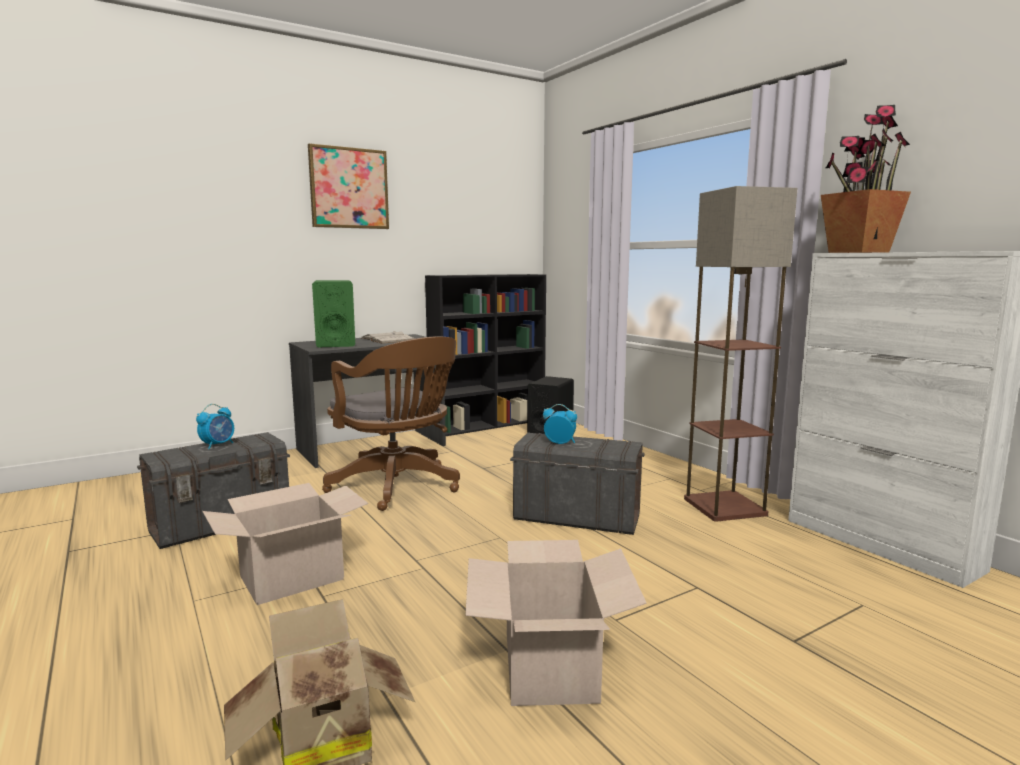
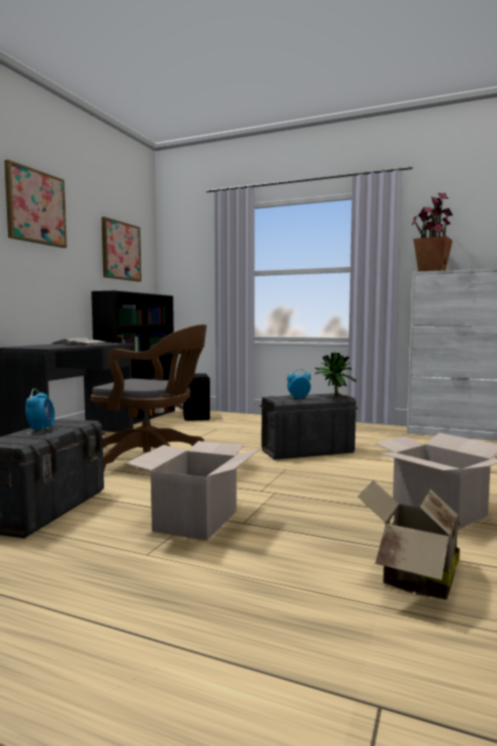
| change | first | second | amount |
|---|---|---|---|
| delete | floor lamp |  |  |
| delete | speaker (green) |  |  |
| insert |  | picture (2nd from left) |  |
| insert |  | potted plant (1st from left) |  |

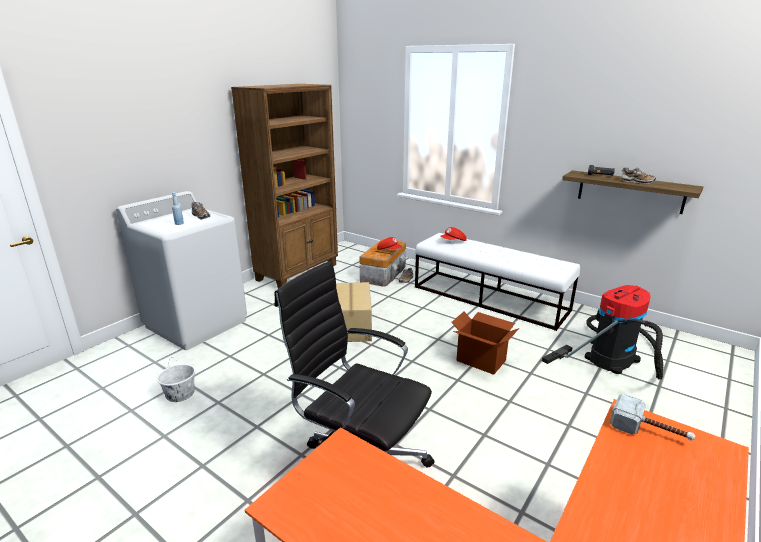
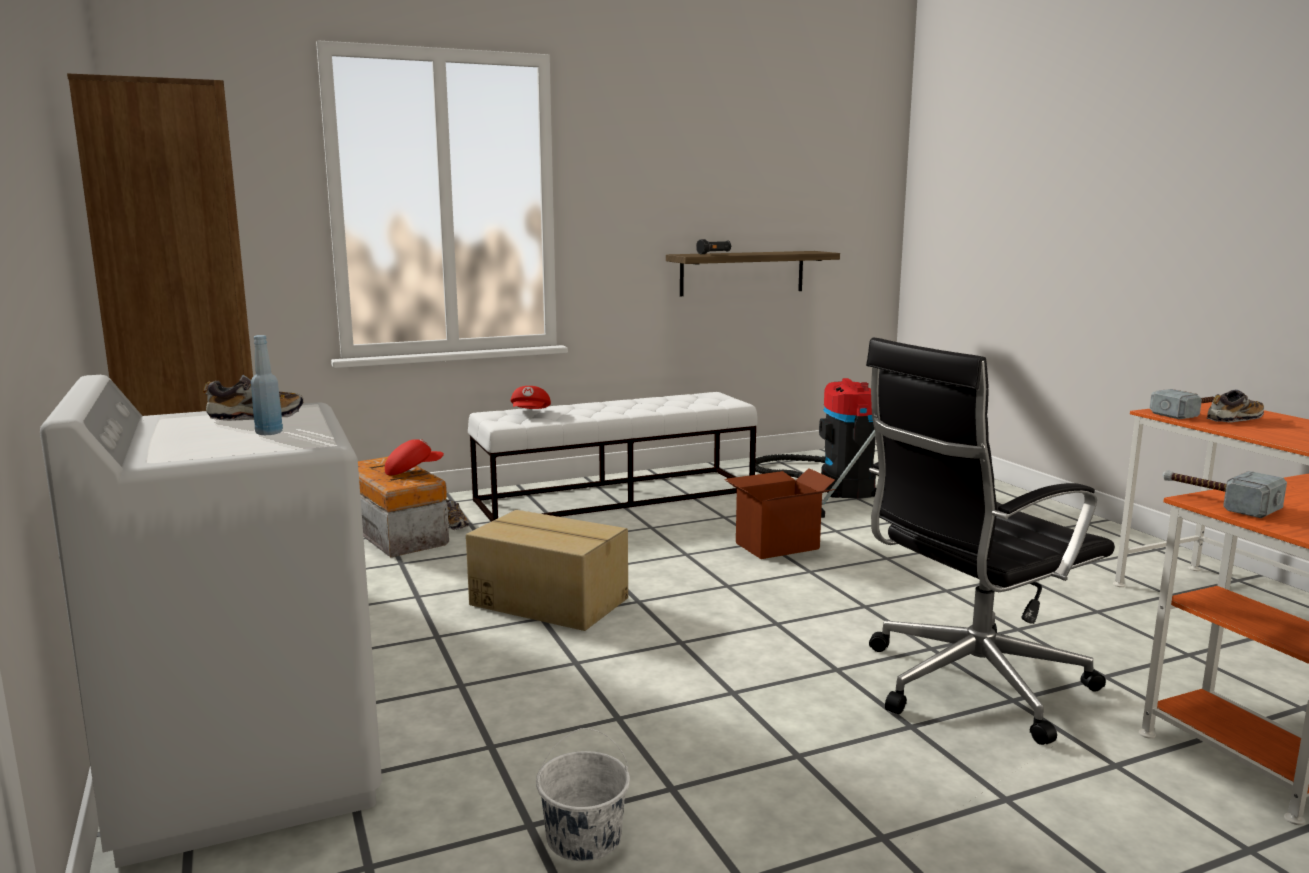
| change | first | second | amount |
|---|---|---|---|
| move | shoe (3rd from left) |  |  |
| insert |  | hammer (2nd from left) |  |

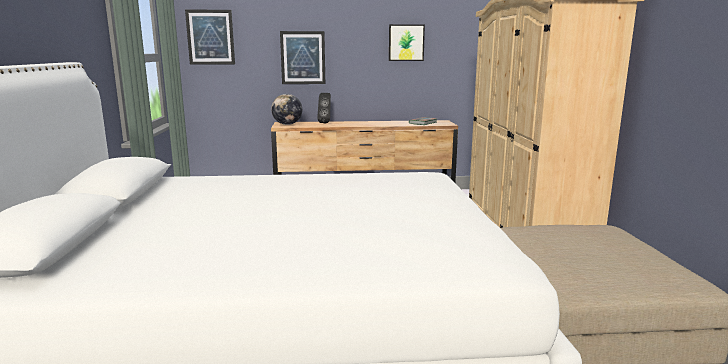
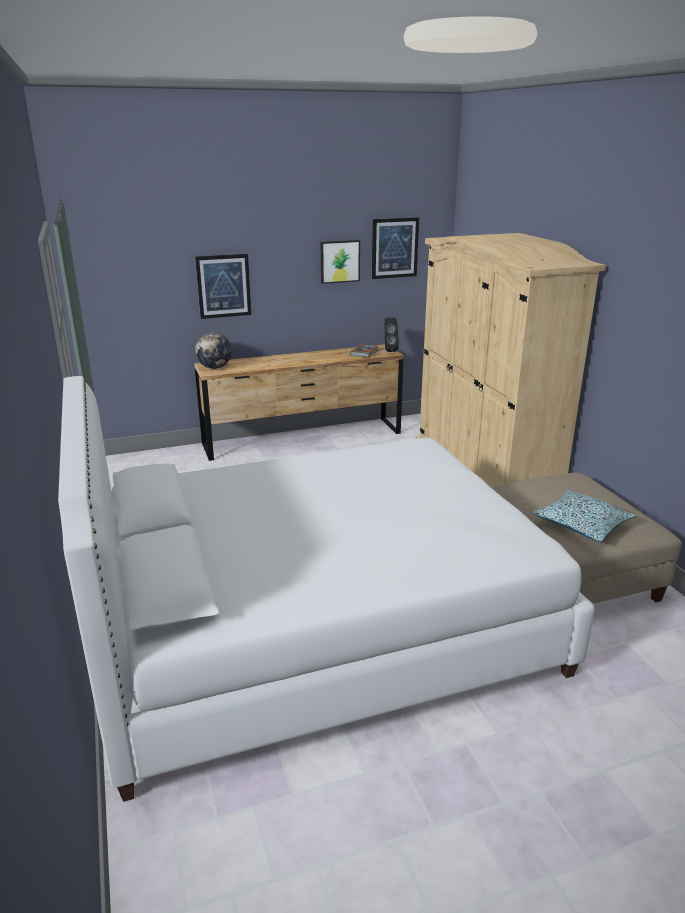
| change | first | second | amount |
|---|---|---|---|
| move | picture (1st from left in the first image) | picture (3rd from left) |  |
| move | speaker (black) |  |  |
| insert |  | pillow |  |

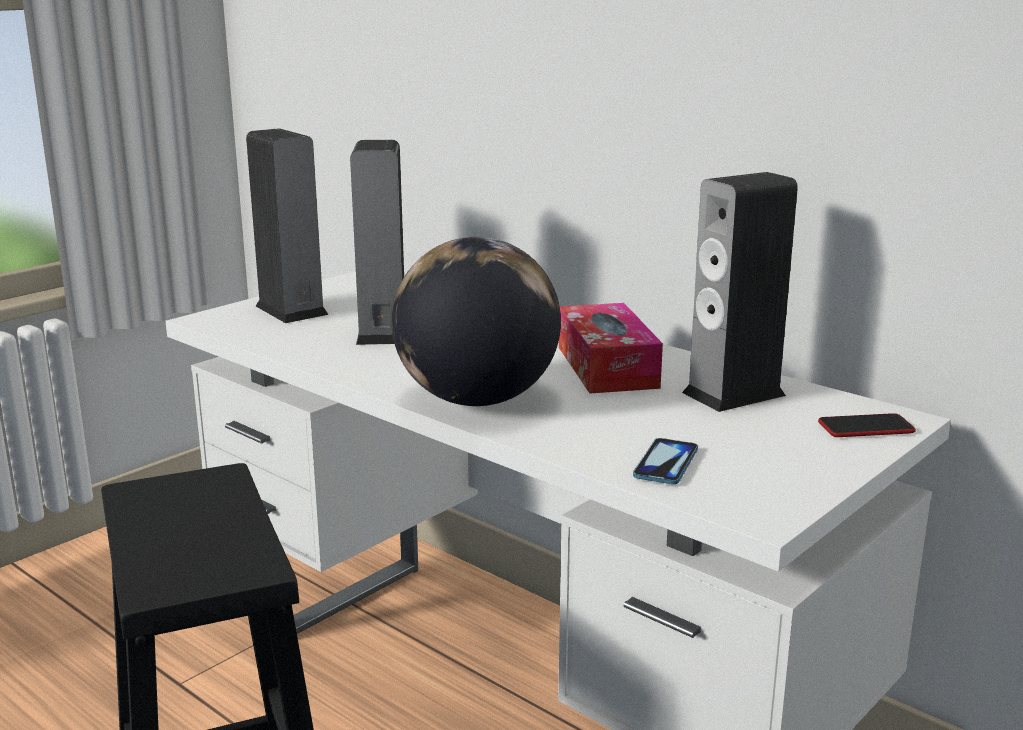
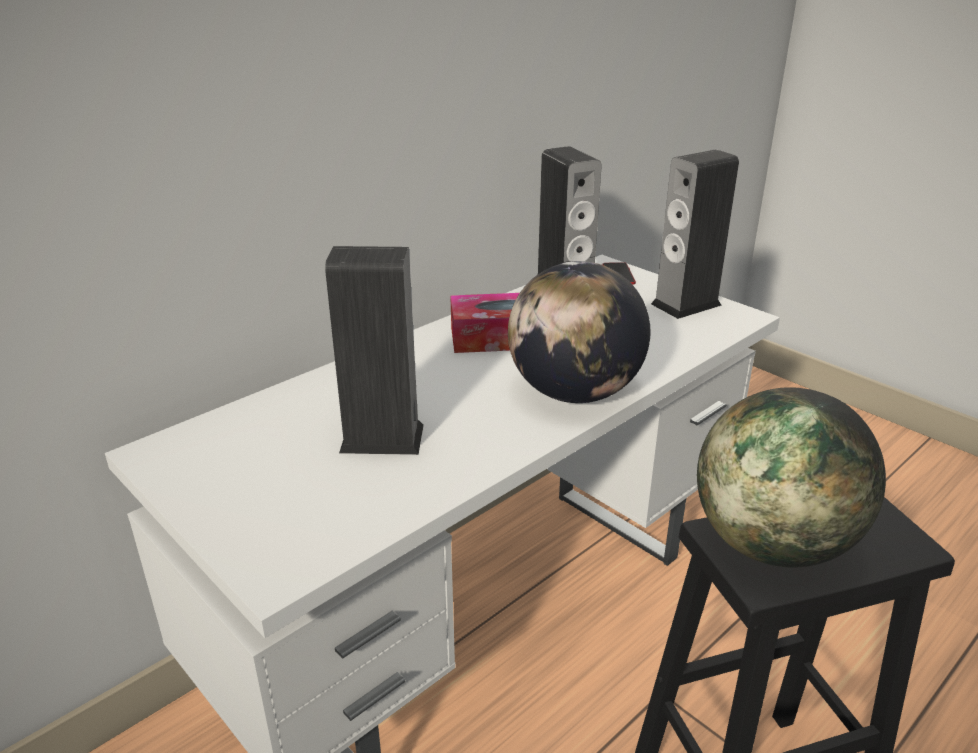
| change | first | second | amount |
|---|---|---|---|
| move | speaker (1st from left in the first image) | speaker (3rd from left) |  |
| delete | phone (1st from left) |  |  |
| insert |  | globe (2nd from left) |  |

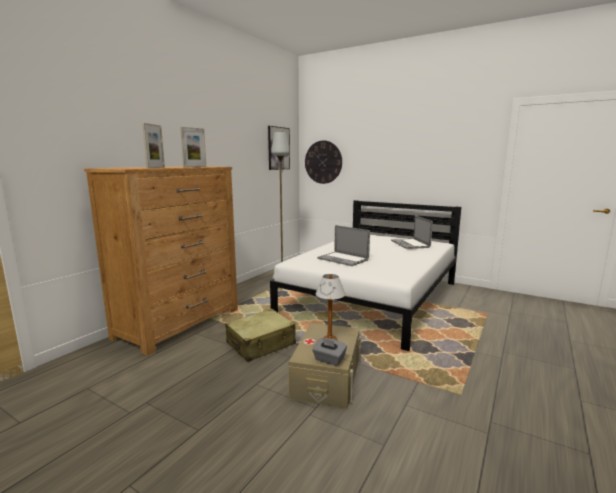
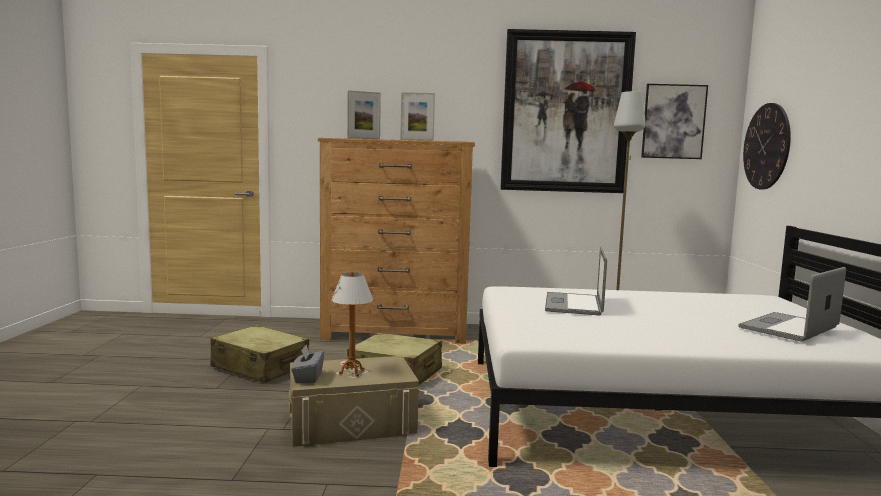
| change | first | second | amount |
|---|---|---|---|
| insert |  | picture (1st from left) |  |
| insert |  | suitcase (beige) (1st from left) |  |

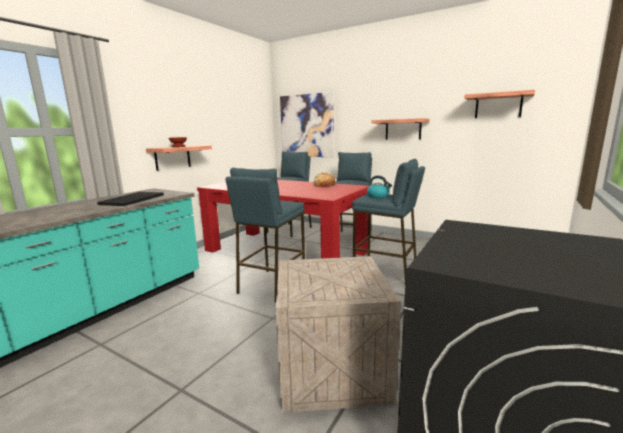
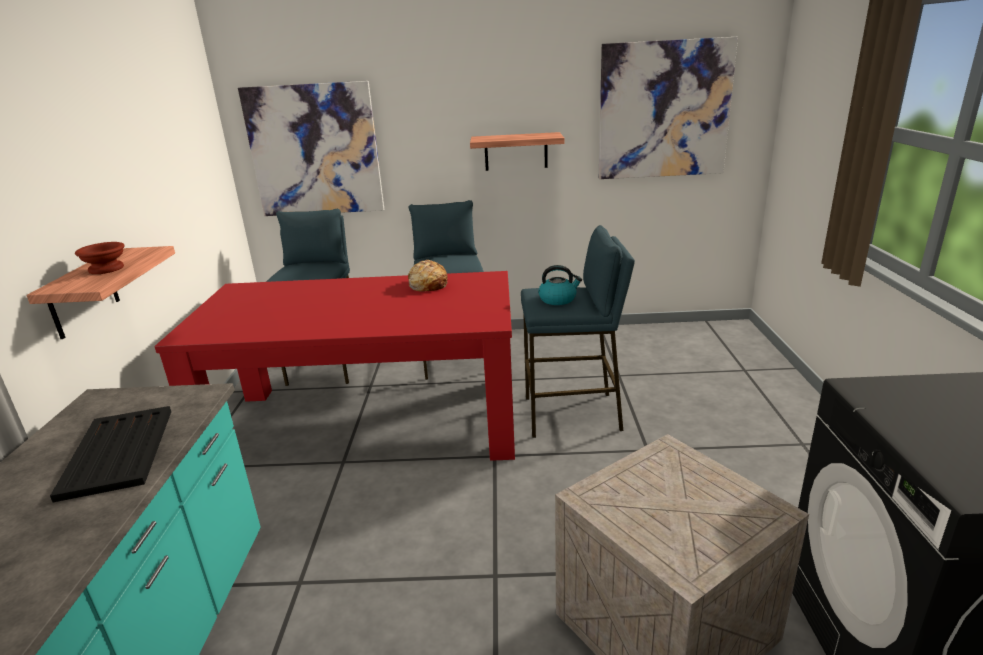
| change | first | second | amount |
|---|---|---|---|
| replace | shelf (3rd from left) | picture (2nd from left) |  |
| delete | stool (blue) (1st from left) |  |  |

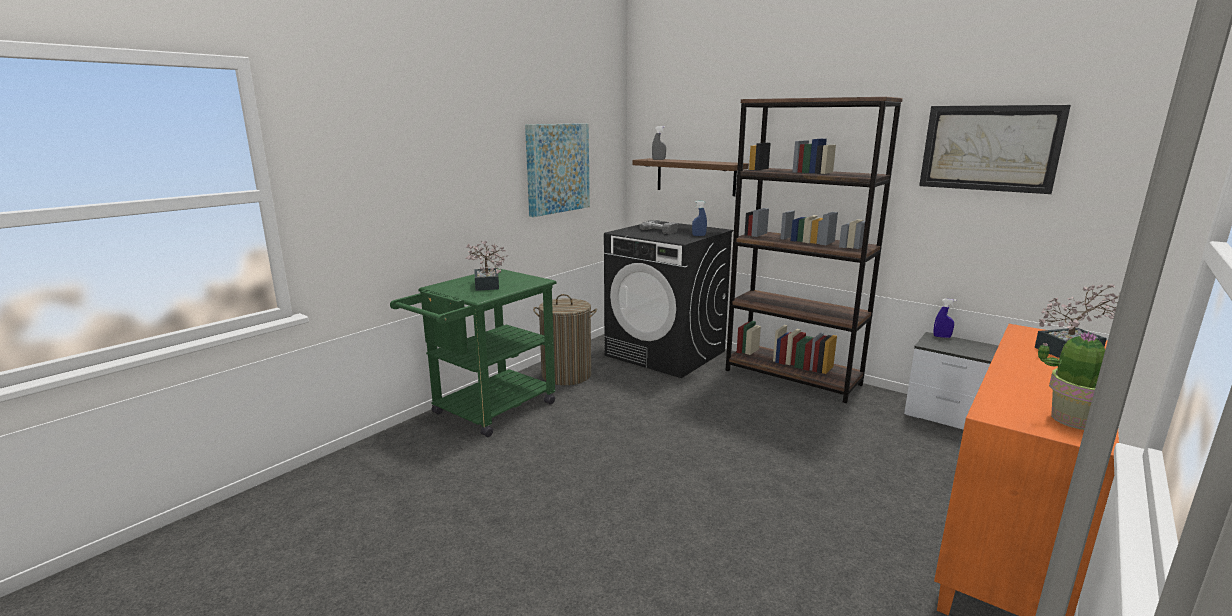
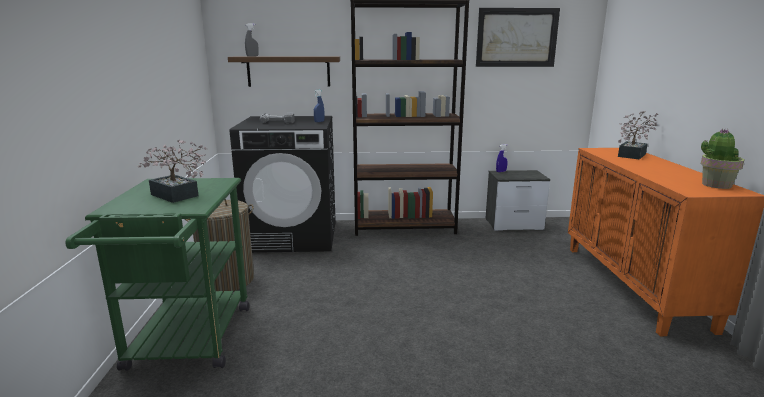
| change | first | second | amount |
|---|---|---|---|
| delete | picture (1st from left) |  |  |

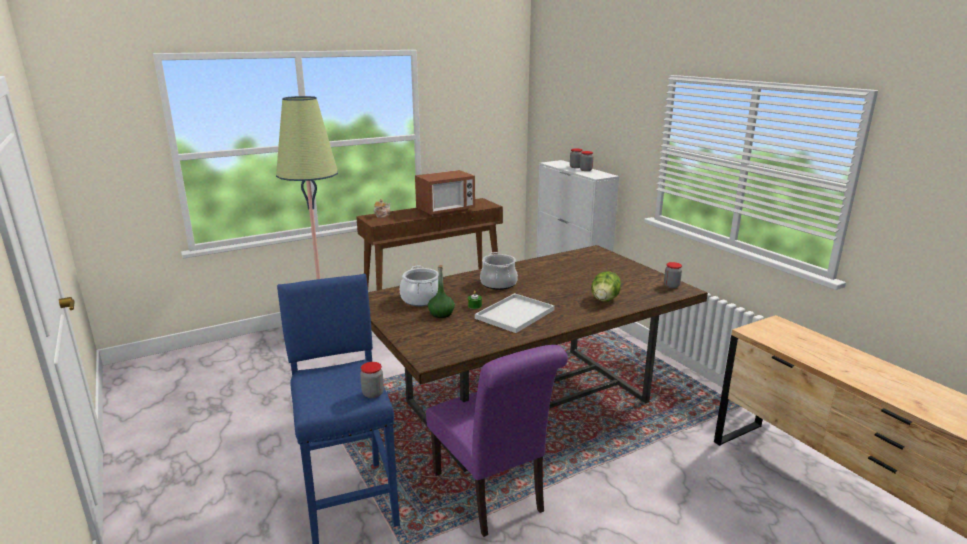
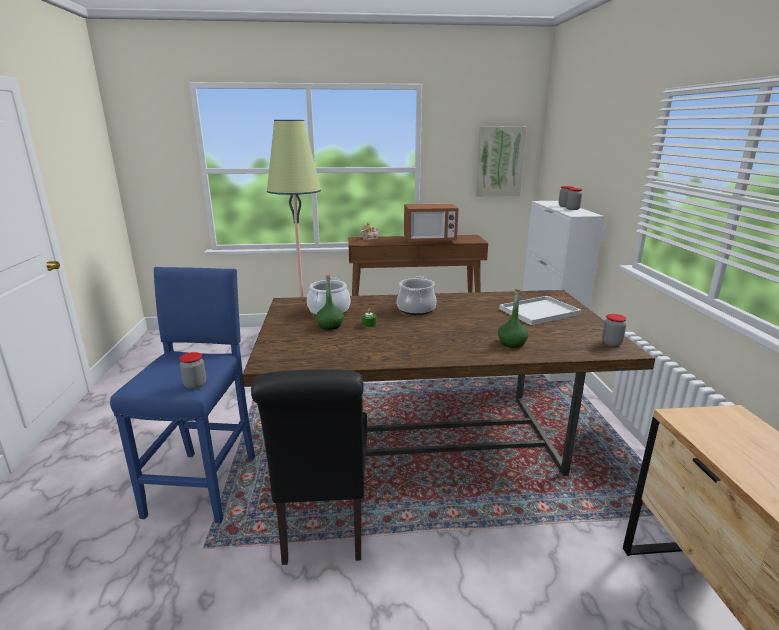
| change | first | second | amount |
|---|---|---|---|
| replace | lettuce | bottle (green) (2nd from left) |  |
| move | tray (white) |  |  |
| recolor | chair (purple) | chair (black) |  |
| insert |  | picture |  |

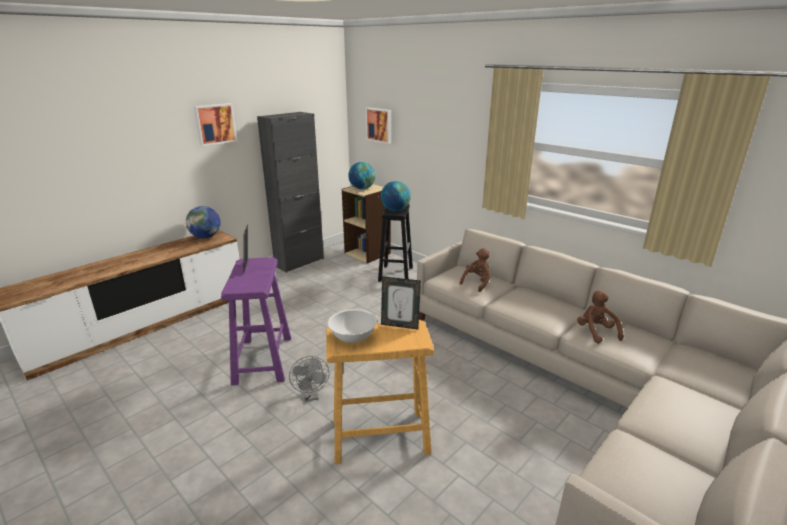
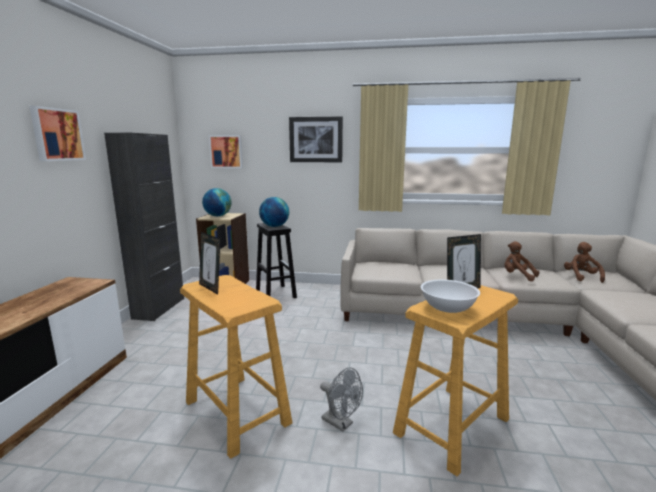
| change | first | second | amount |
|---|---|---|---|
| delete | globe (1st from left) |  |  |
| move | plush toy (brown) (1st from left in the first image) | plush toy (brown) (2nd from left) |  |
| recolor | stool (purple) | stool (beige) (1st from left) |  |
| insert |  | picture (3rd from left) |  |

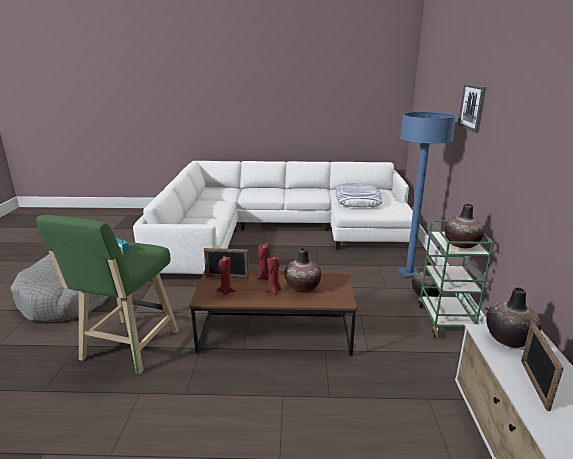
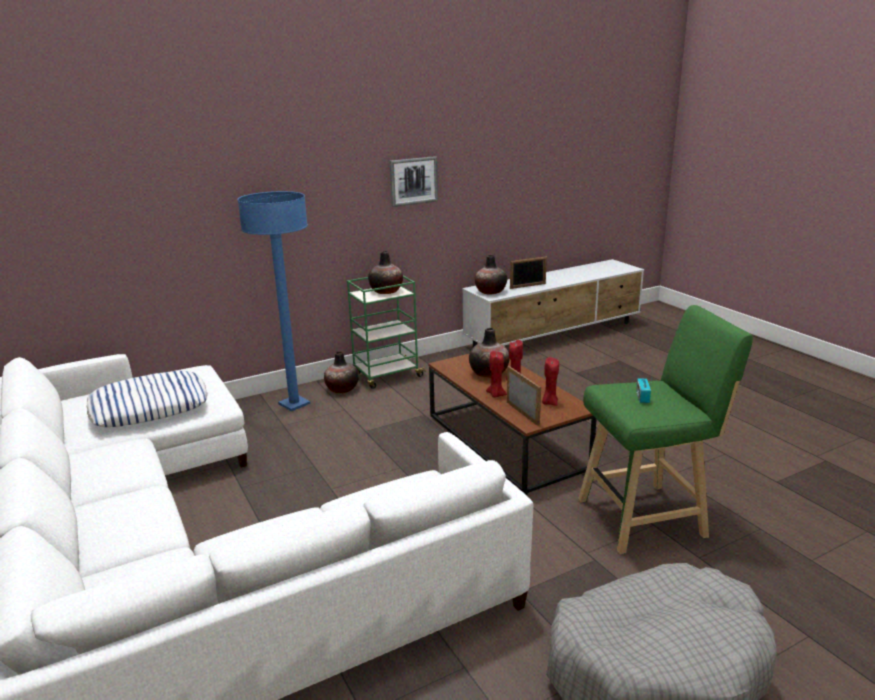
| change | first | second | amount |
|---|---|---|---|
| move | picture |  |  |

